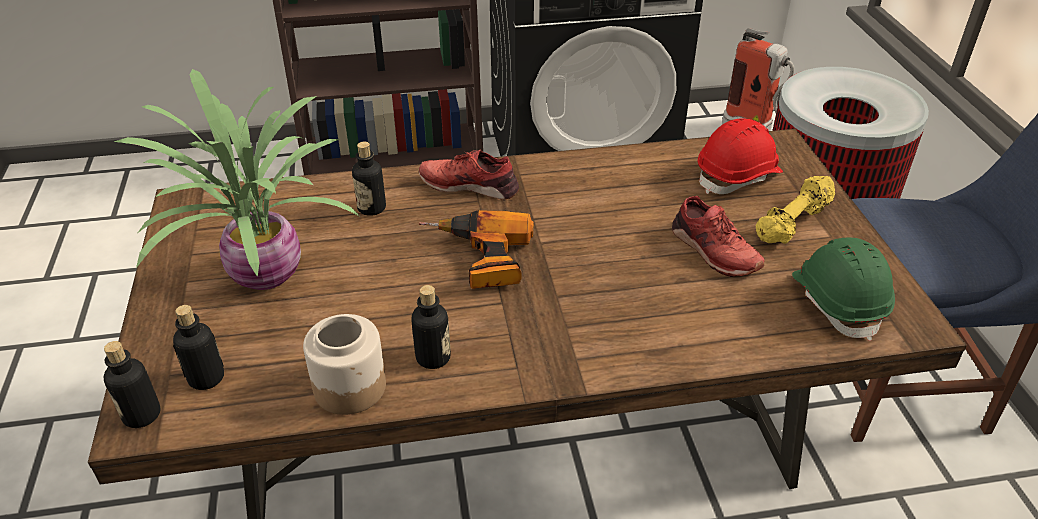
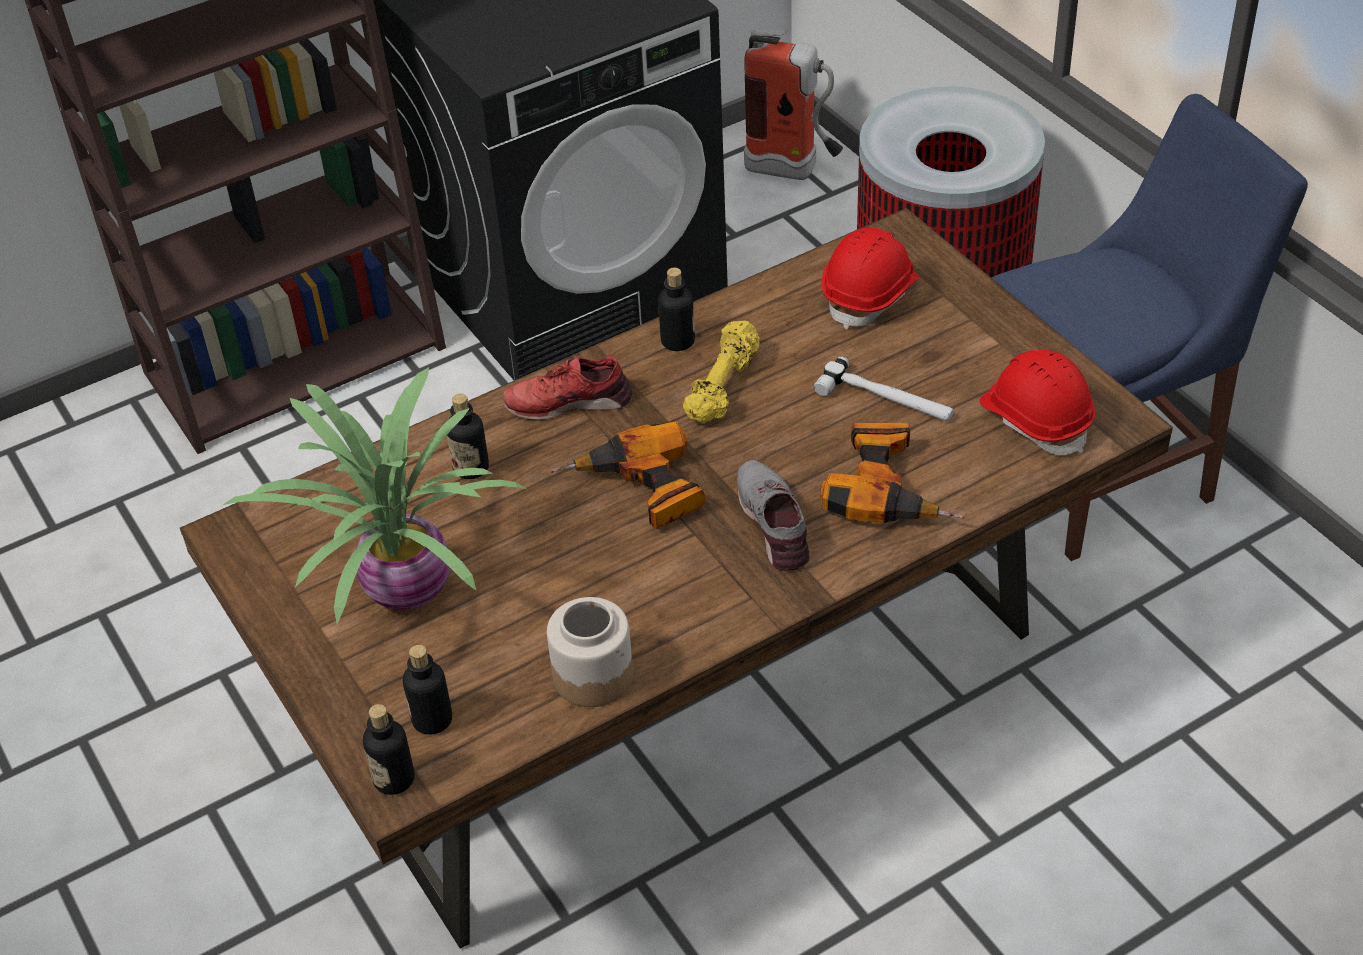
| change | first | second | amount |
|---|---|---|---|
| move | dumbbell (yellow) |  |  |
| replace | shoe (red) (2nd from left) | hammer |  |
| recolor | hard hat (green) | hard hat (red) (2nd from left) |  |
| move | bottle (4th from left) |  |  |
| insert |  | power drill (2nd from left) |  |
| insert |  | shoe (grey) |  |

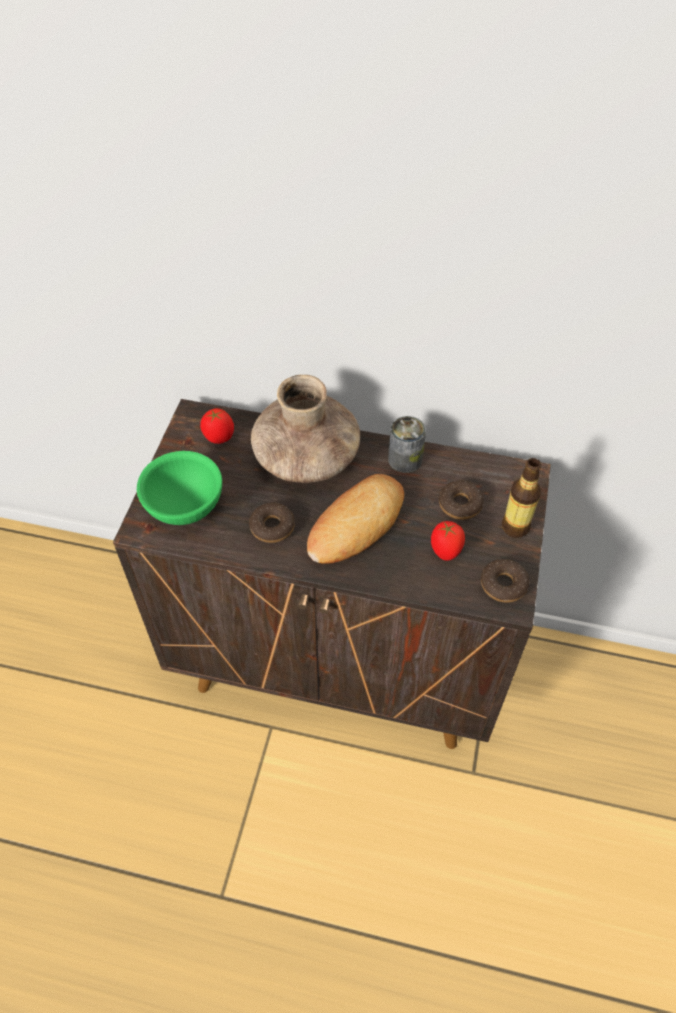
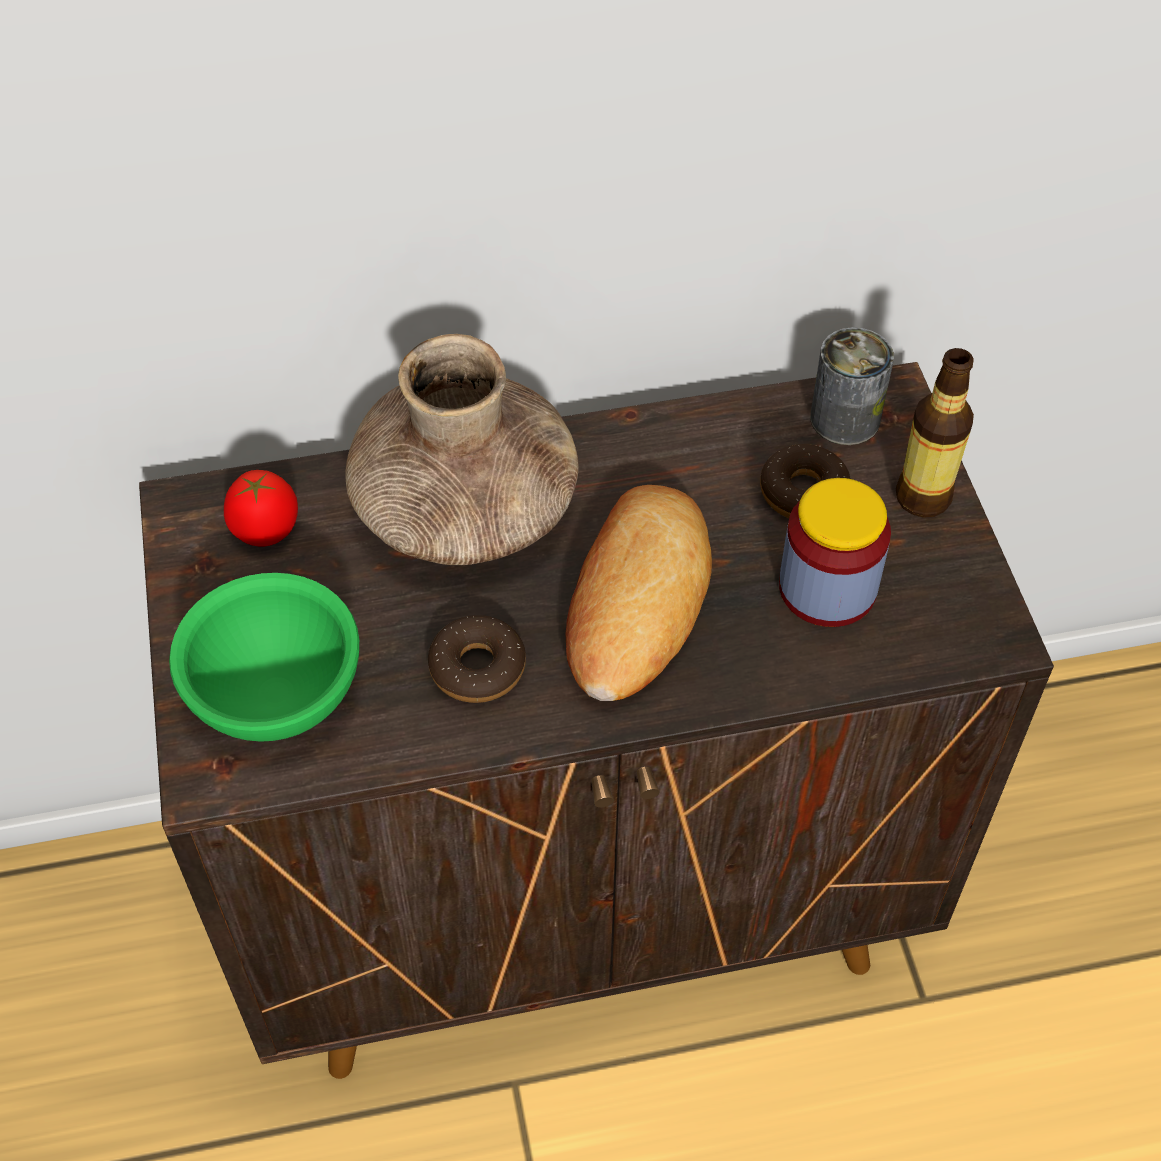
| change | first | second | amount |
|---|---|---|---|
| move | can |  |  |
| replace | tomato (2nd from left) | jar |  |
| delete | donut (3rd from left) |  |  |

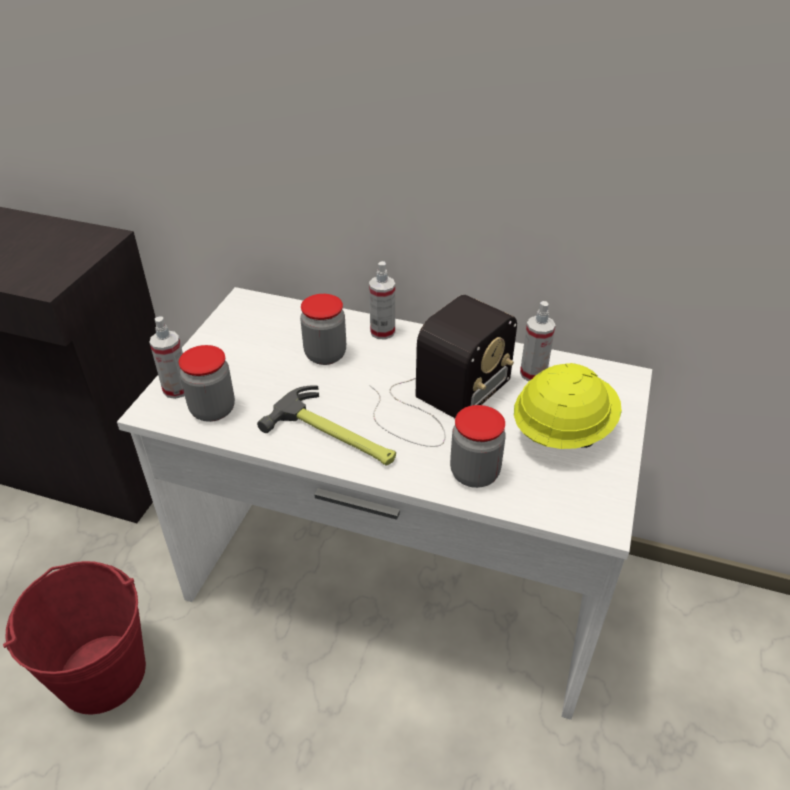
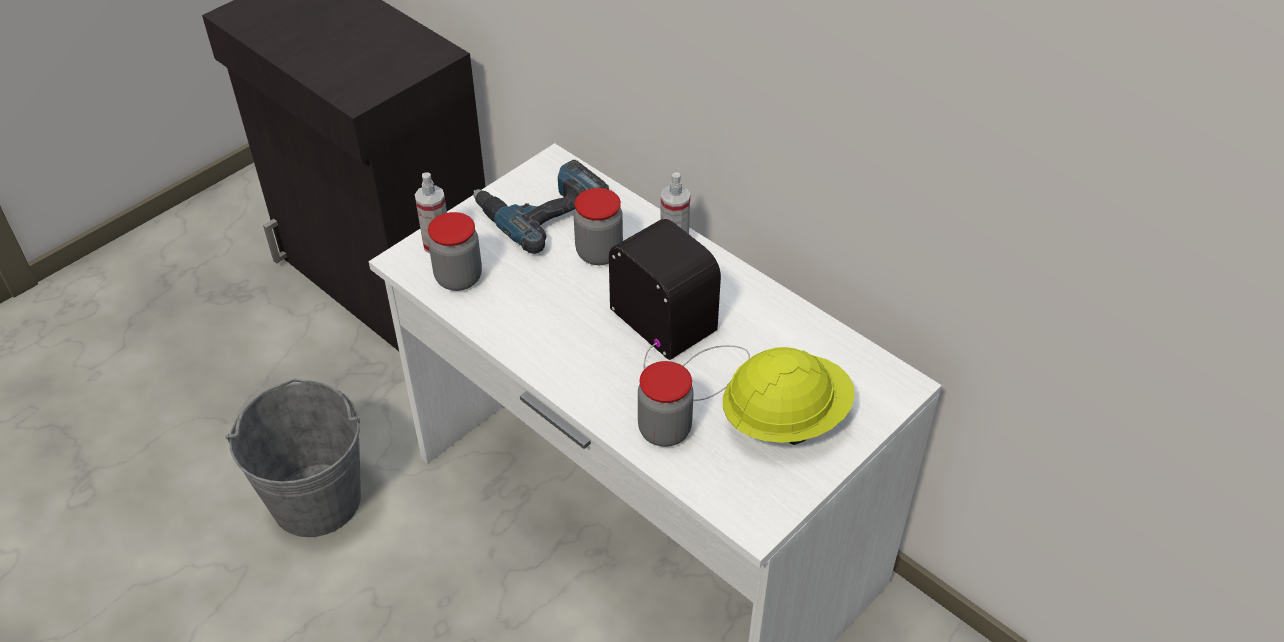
| change | first | second | amount |
|---|---|---|---|
| rotate | radio |  | 105 degrees counterclockwise |
| delete | spray bottle (3rd from left) |  |  |
| delete | hammer |  |  |
| recolor | bucket (red) | bucket (grey) |  |
| insert |  | power drill |  |

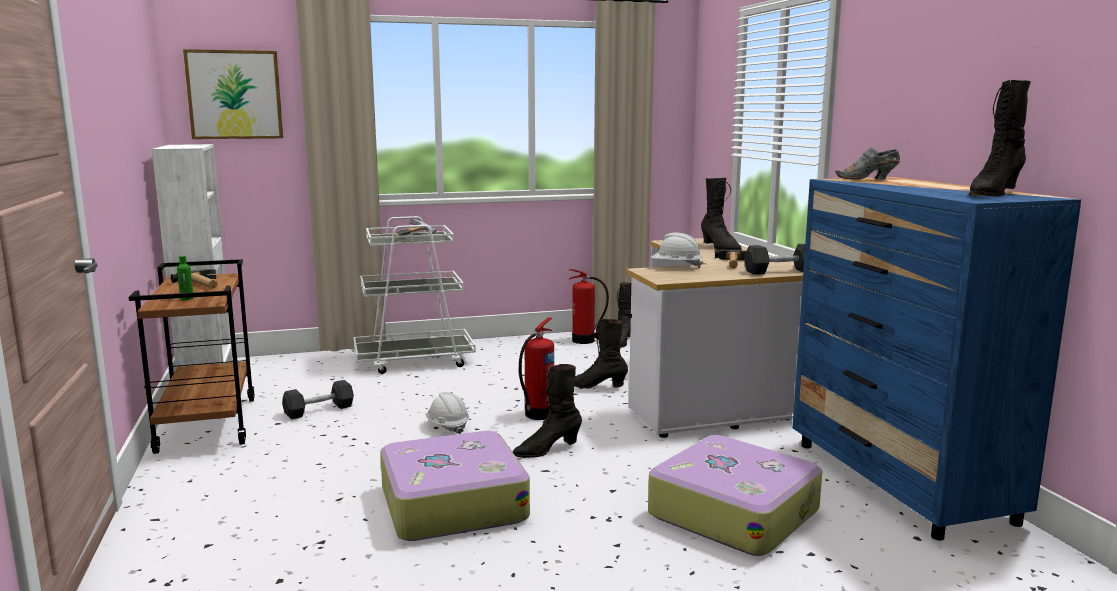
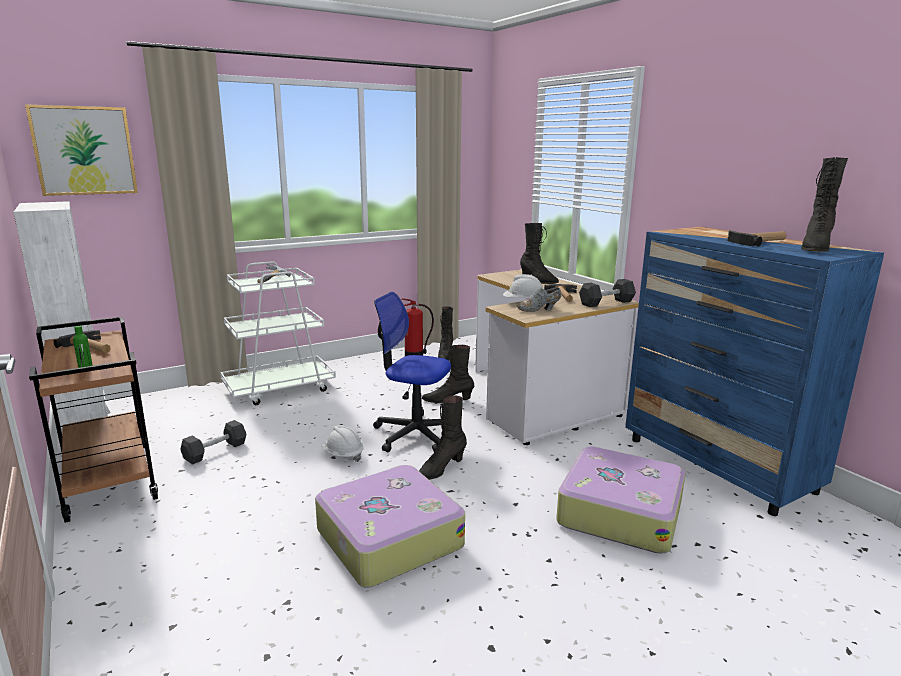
| change | first | second | amount |
|---|---|---|---|
| move | shoe (grey) |  |  |
| replace | fire extinguisher (1st from left) | office chair |  |
| insert |  | hammer (4th from left) |  |

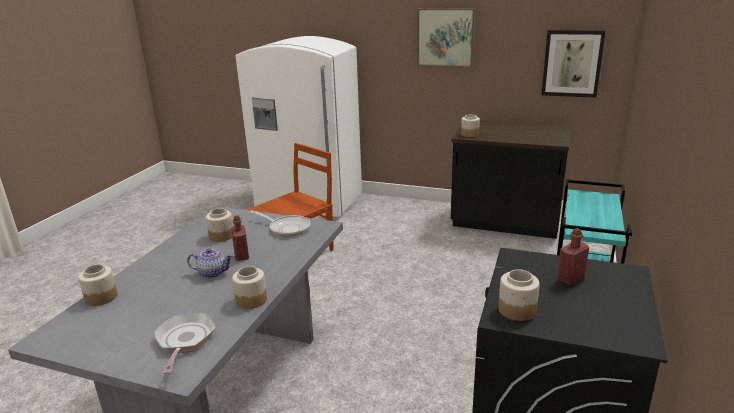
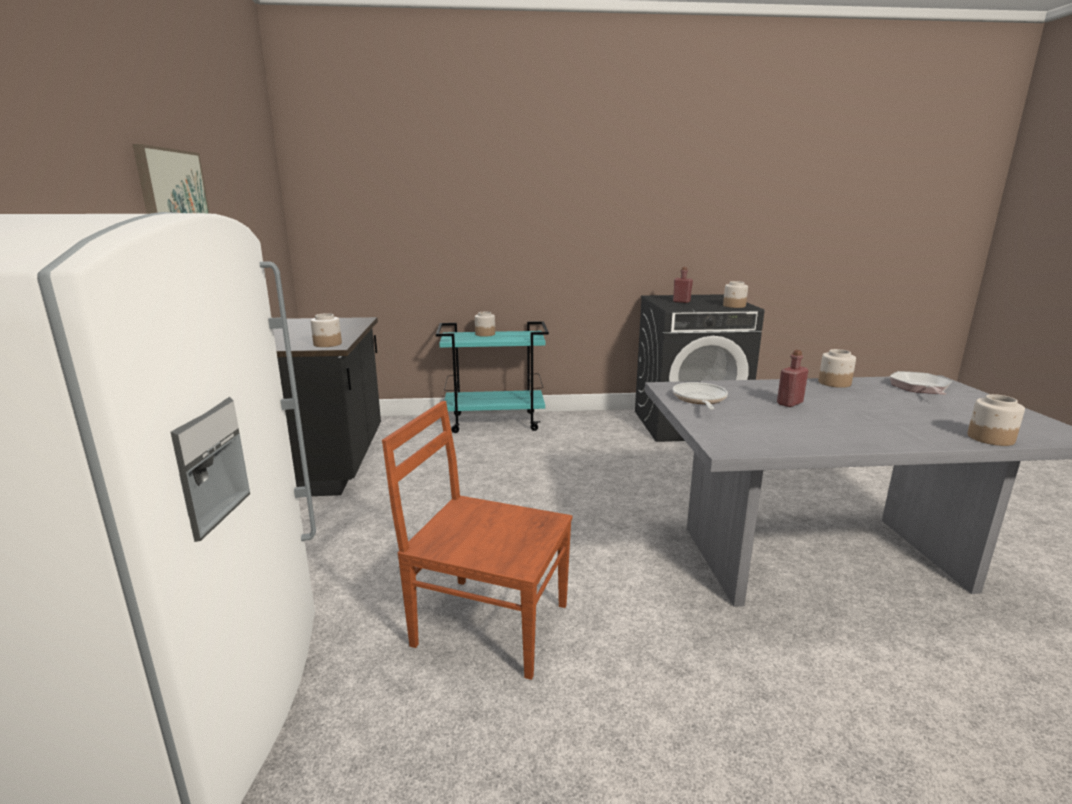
| change | first | second | amount |
|---|---|---|---|
| delete | picture (2nd from left) |  |  |
| move | jar (2nd from left) |  |  |
| delete | teapot |  |  |
| rotate | frying pan (1st from left in the first image) | frying pan (2nd from left) | 135 degrees clockwise |

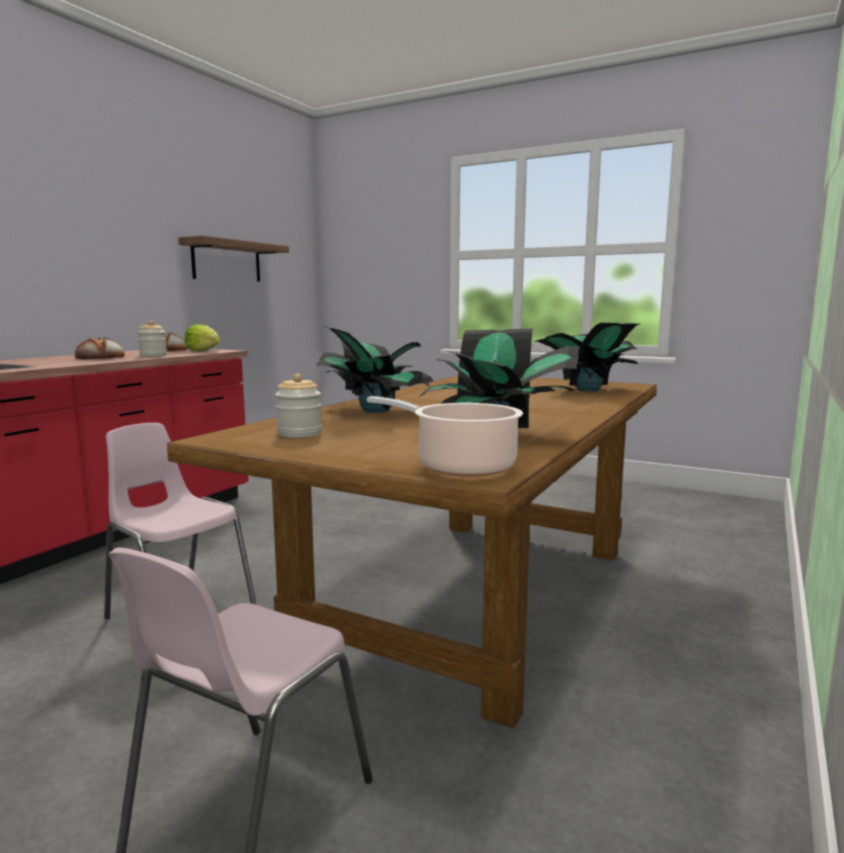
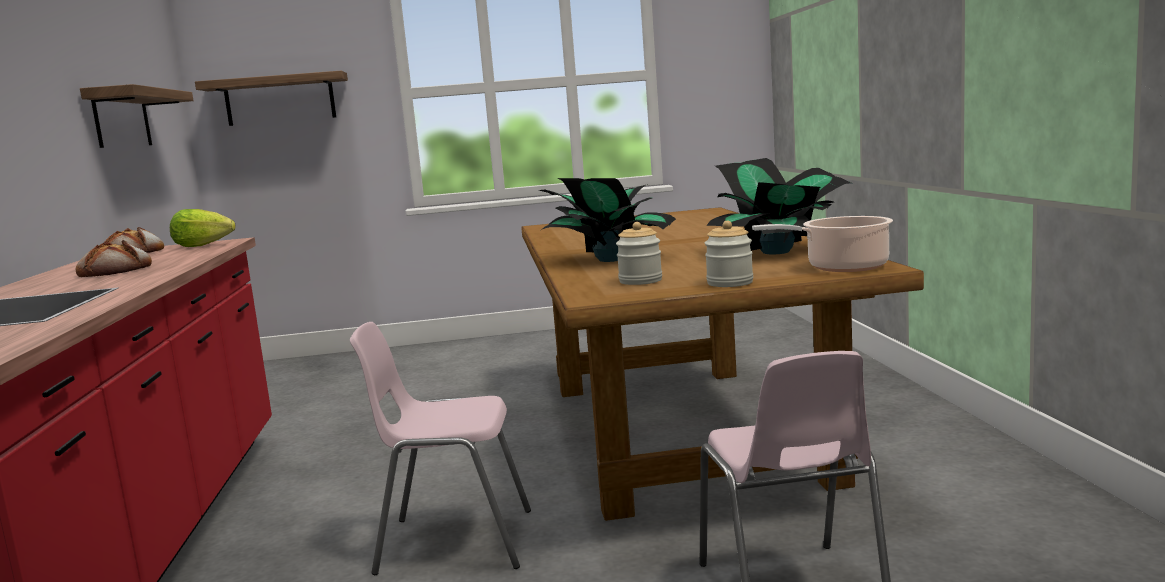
| change | first | second | amount |
|---|---|---|---|
| move | jar (1st from left in the first image) | jar (2nd from left) |  |
| delete | potted plant (3rd from left) |  |  |
| insert |  | shelf (2nd from left) |  |

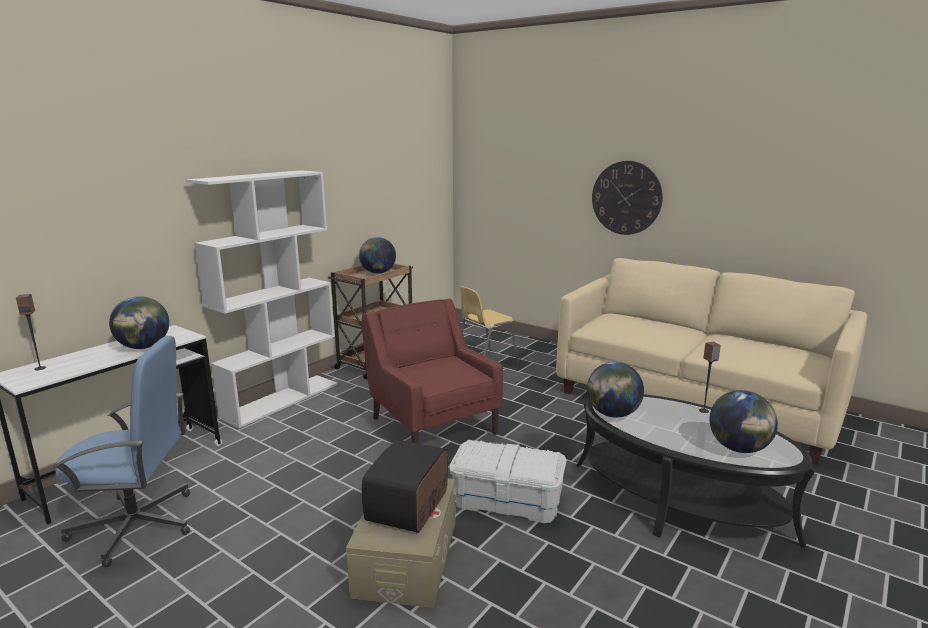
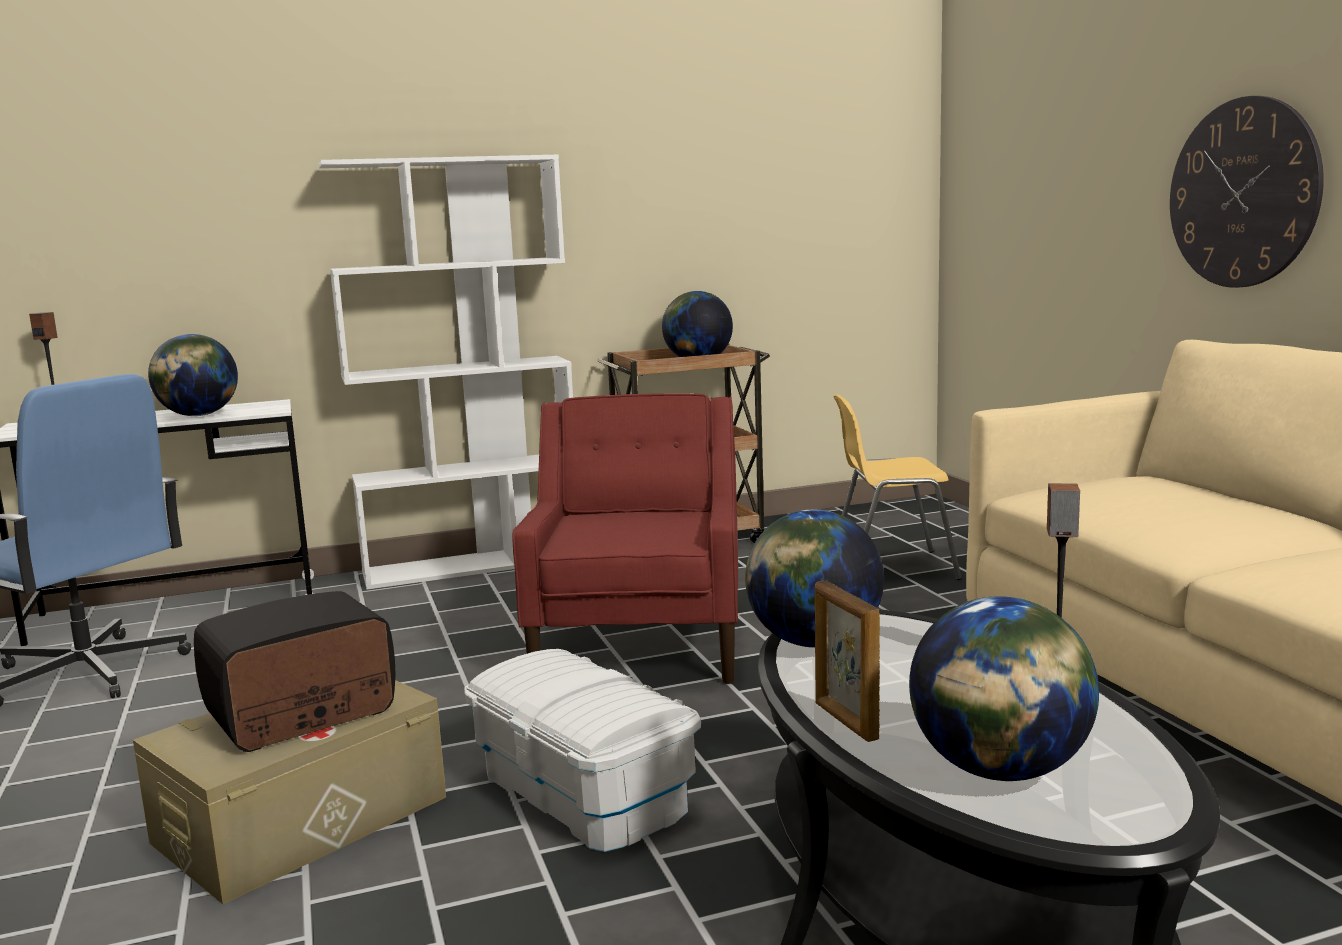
| change | first | second | amount |
|---|---|---|---|
| insert |  | picture frame |  |

